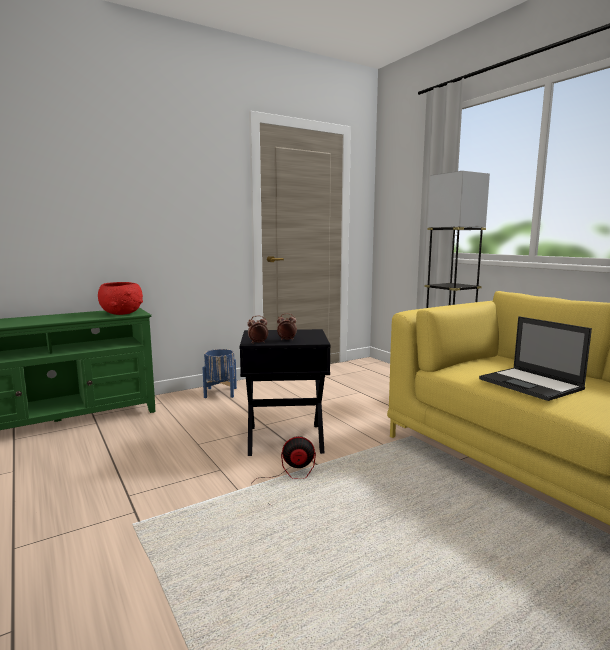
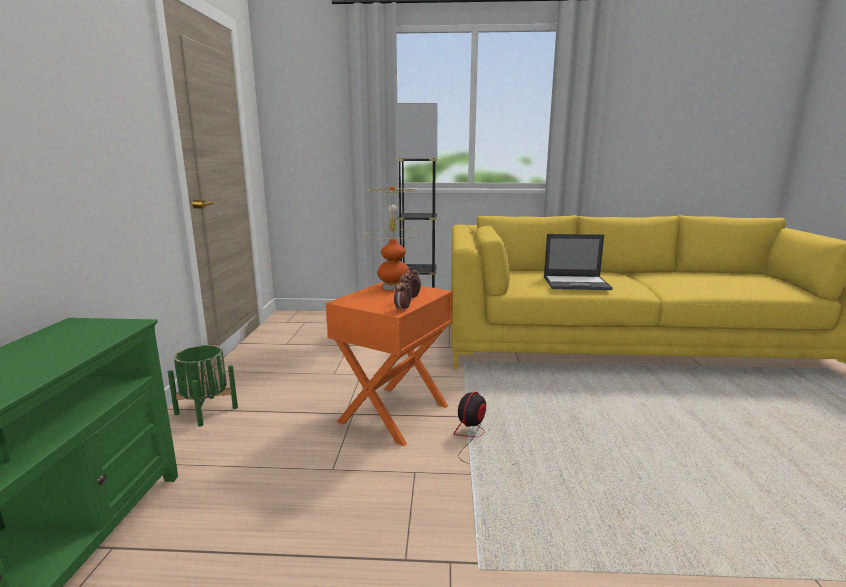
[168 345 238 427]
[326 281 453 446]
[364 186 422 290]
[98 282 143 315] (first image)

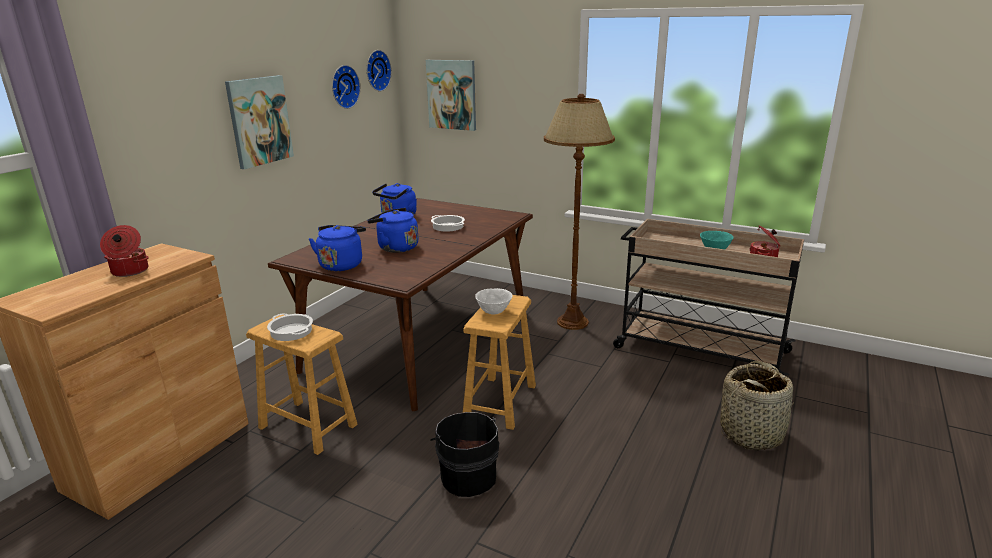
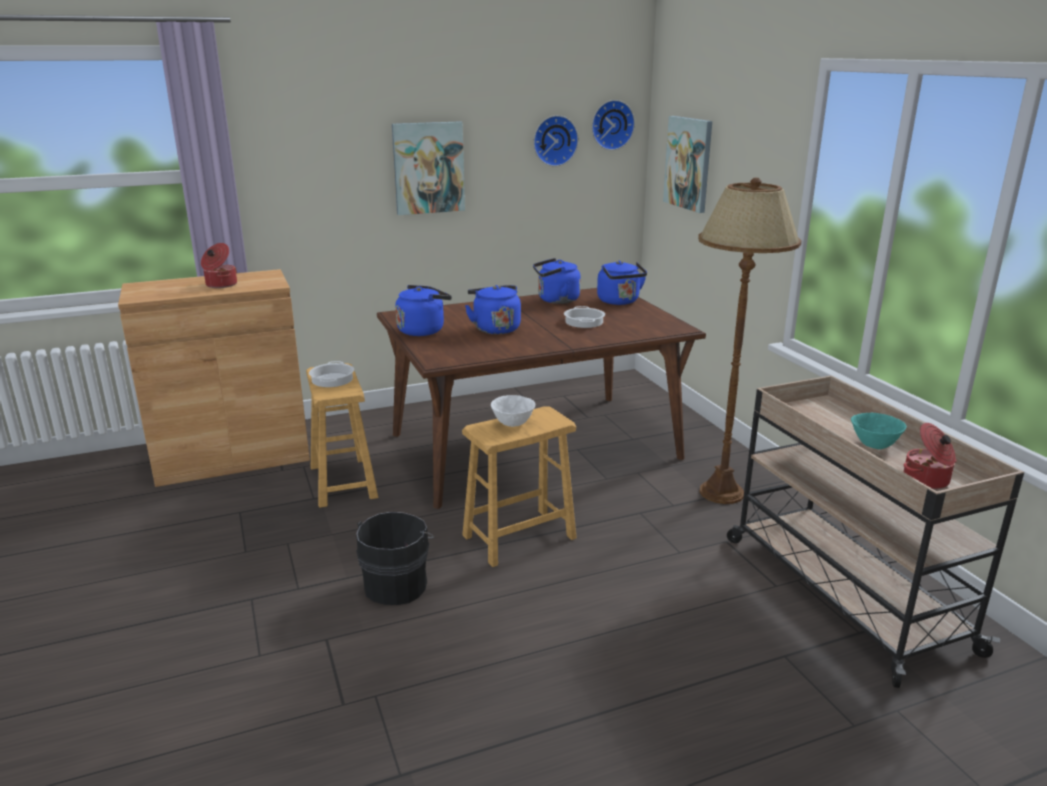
[597 261 647 305]
[720 361 794 451] (first image)

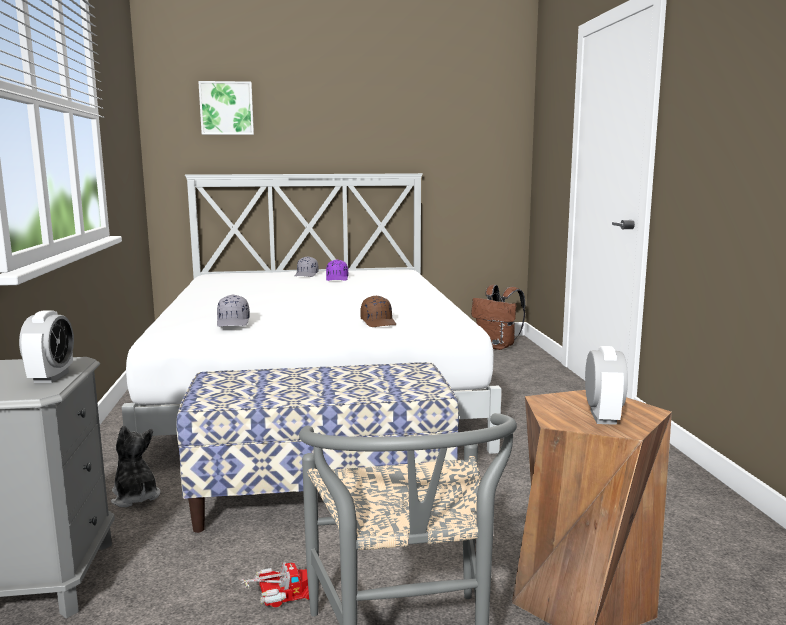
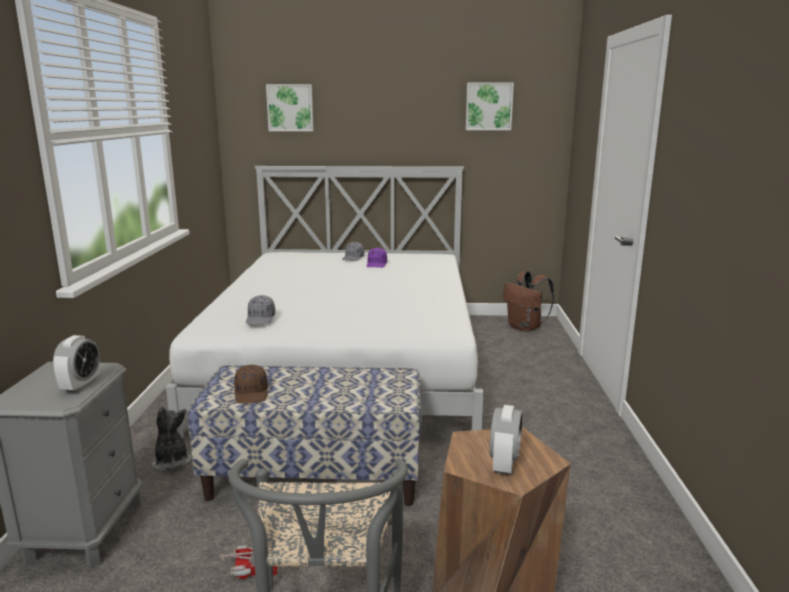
[234 365 268 404]
[466 83 514 130]

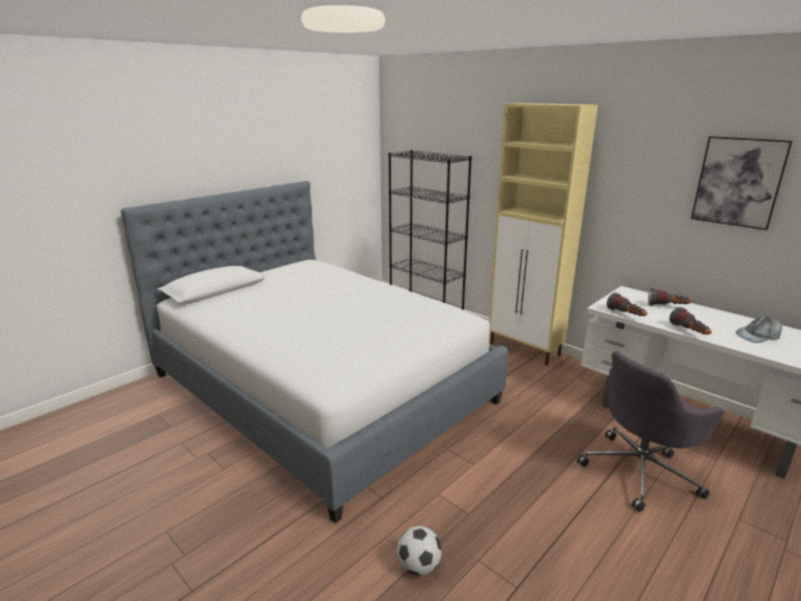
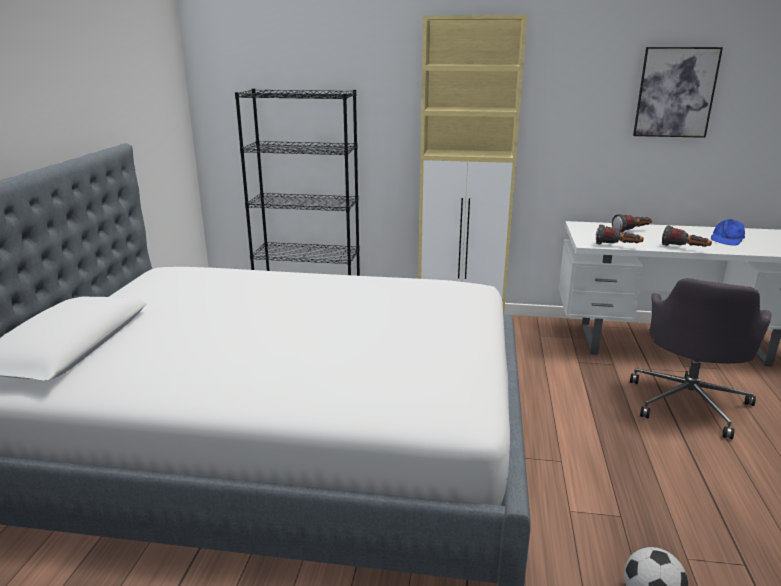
[711 219 745 246]

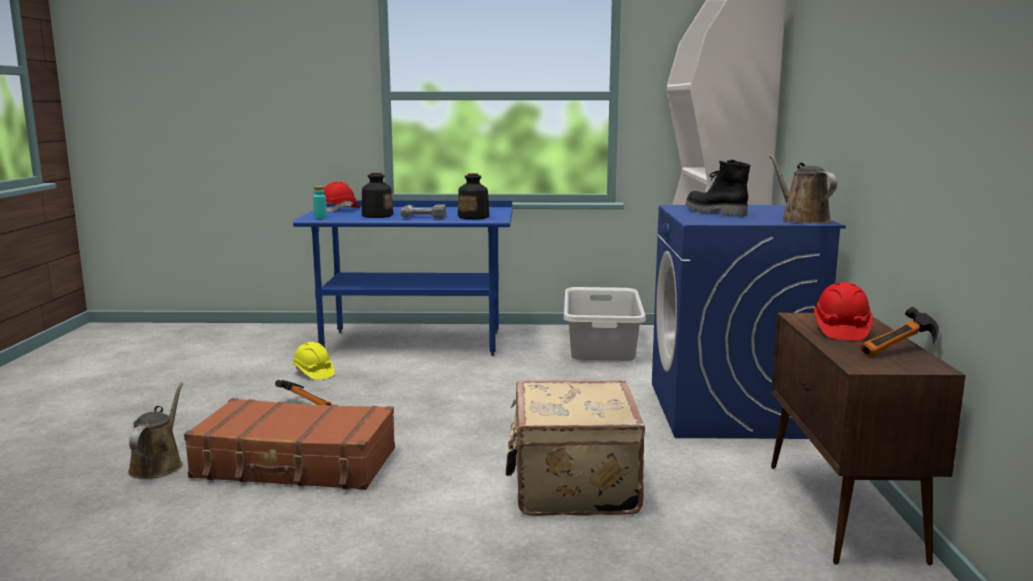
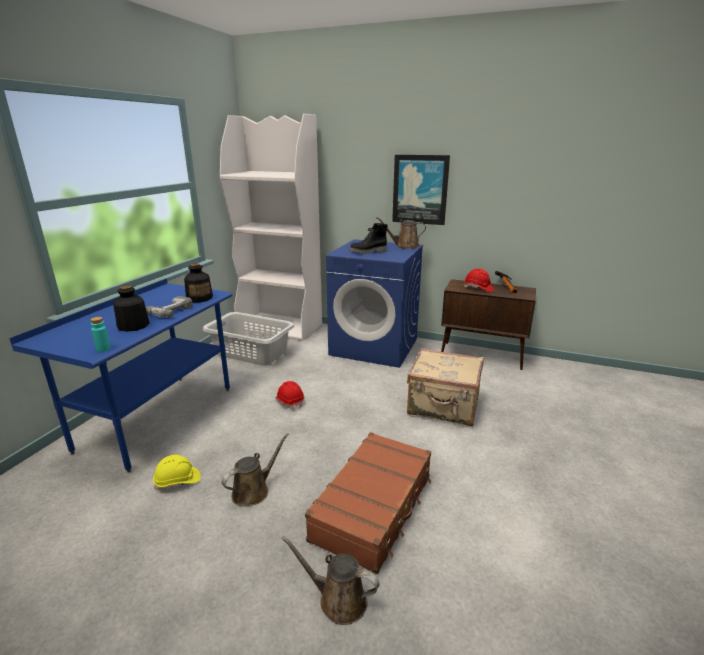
[222 433 289 507]
[276 381 304 410]
[392 155 450 225]

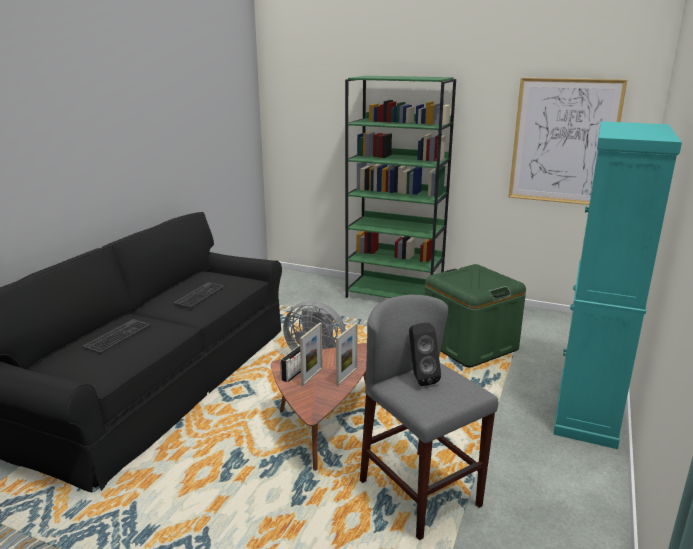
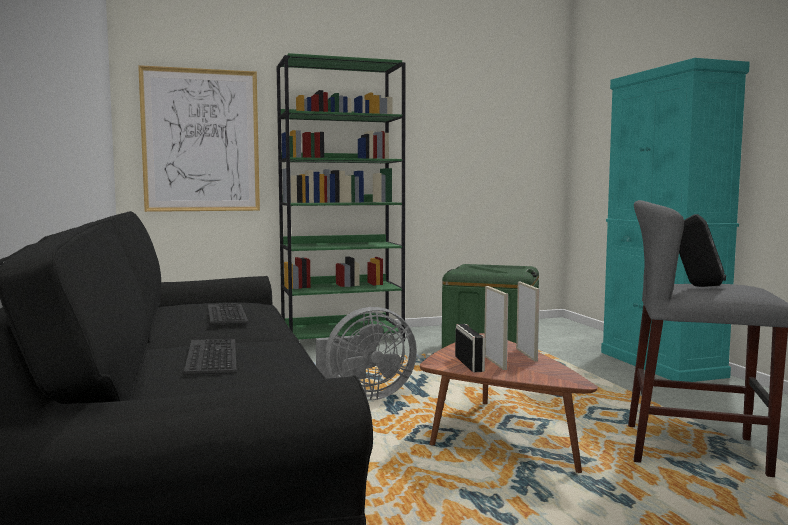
[138 65 260 212]

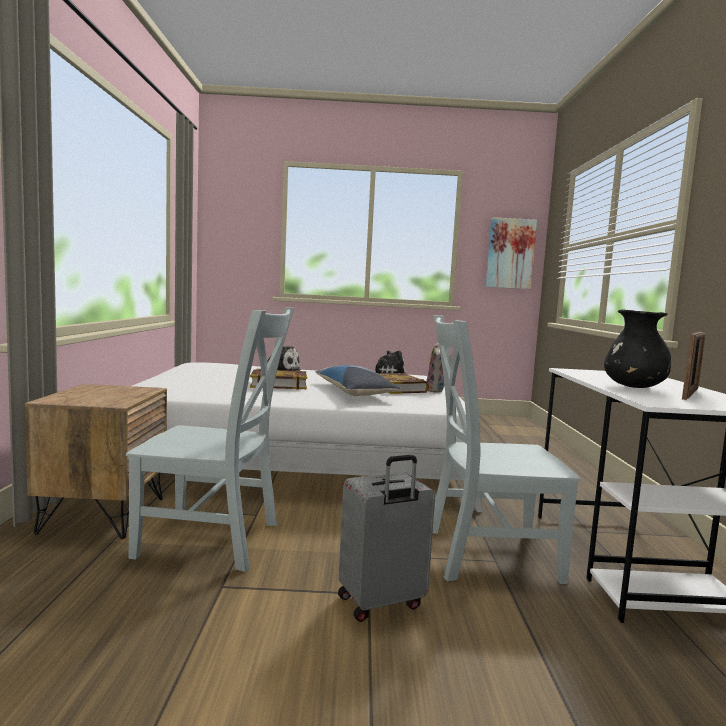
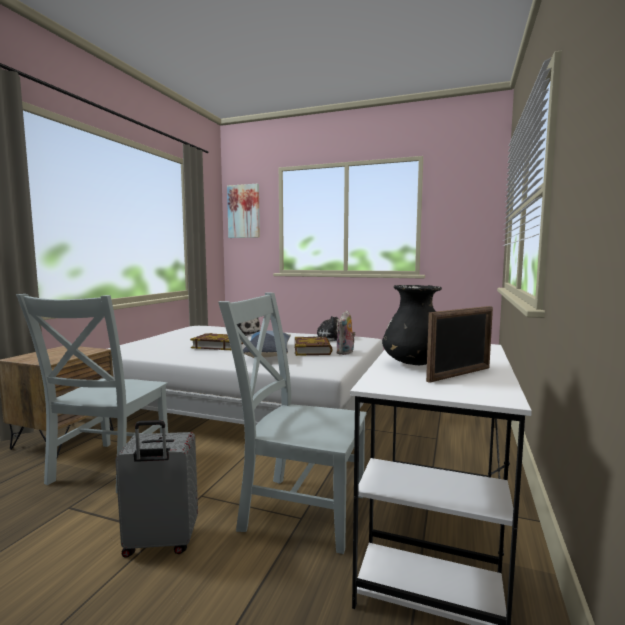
[16 294 168 493]
[227 184 260 238]

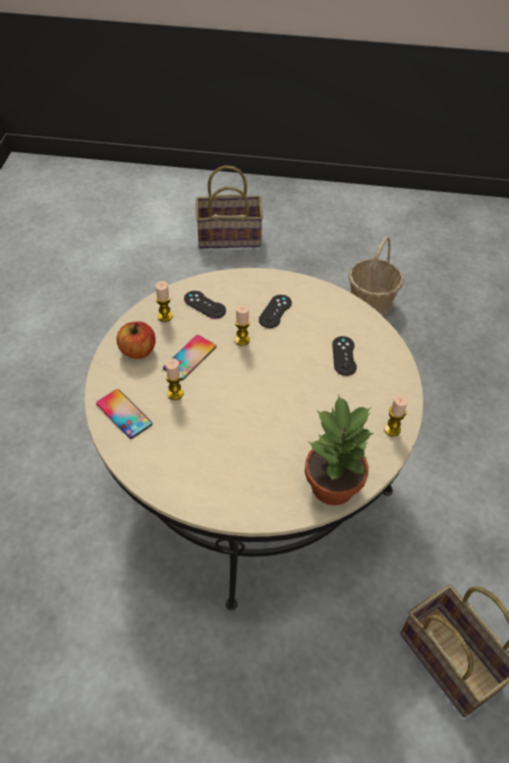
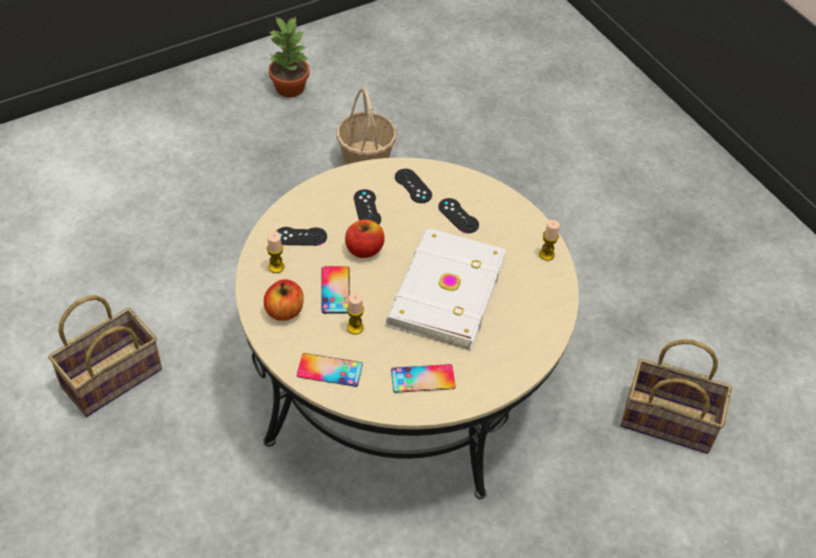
[48 295 162 417]
[269 16 310 97]
[345 220 385 258]
[386 228 506 351]
[391 364 456 393]
[395 169 432 203]

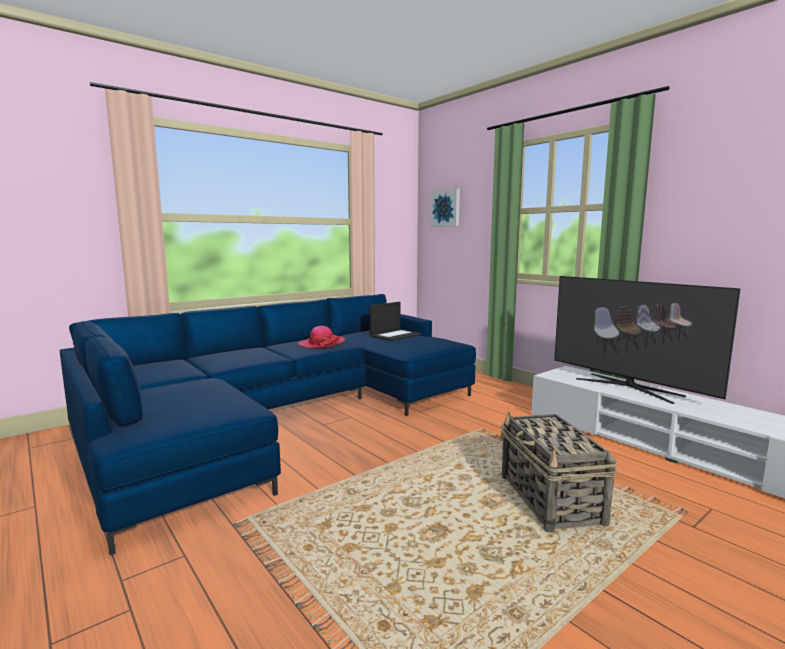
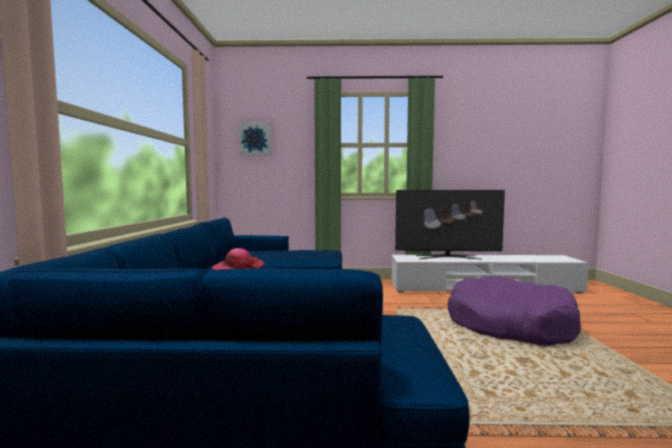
[447 276 581 346]
[370 302 422 341] (first image)

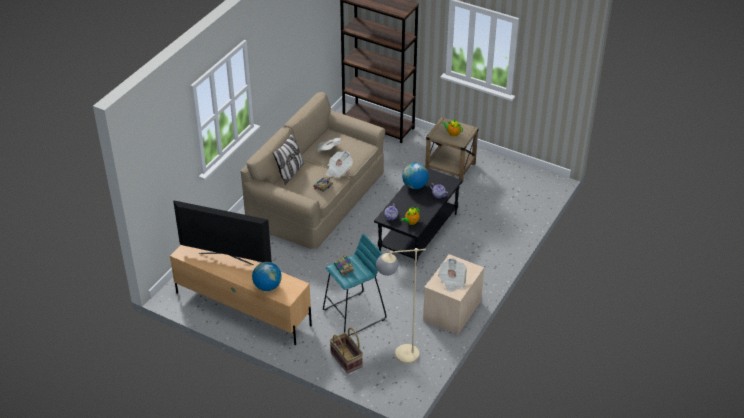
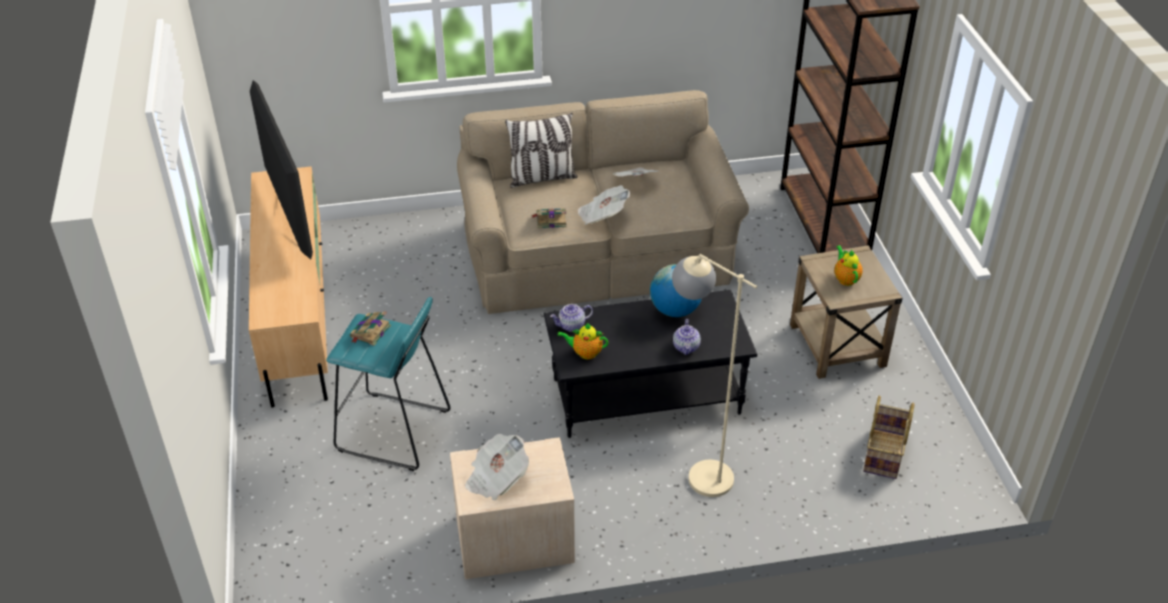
[672 254 757 497]
[863 395 914 479]
[252 262 282 291] (first image)

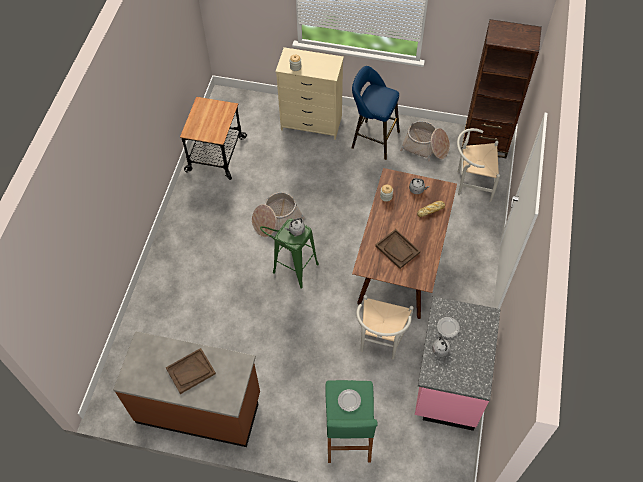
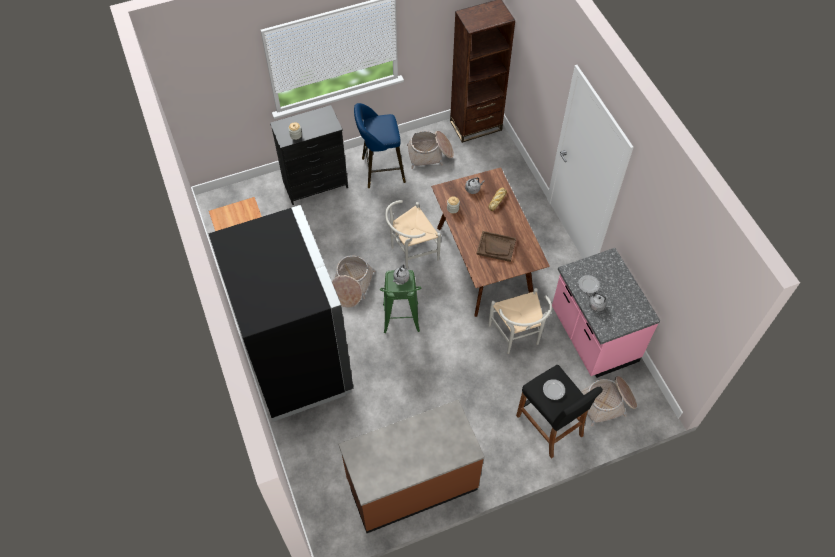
[208 205 353 422]
[270 105 348 205]
[385 200 441 270]
[516 365 603 459]
[581 376 637 426]
[166 348 216 394] (first image)

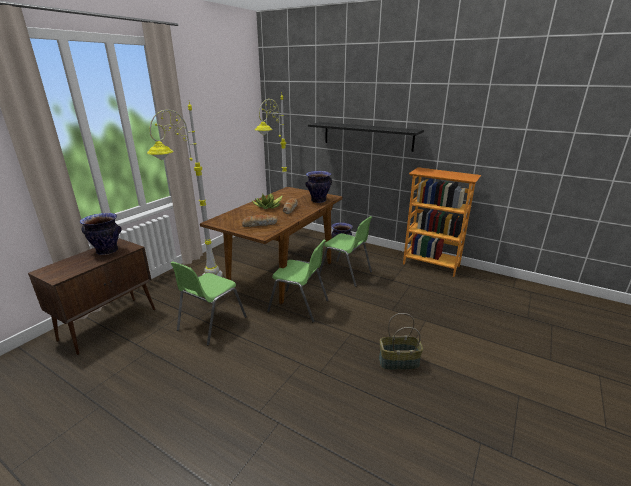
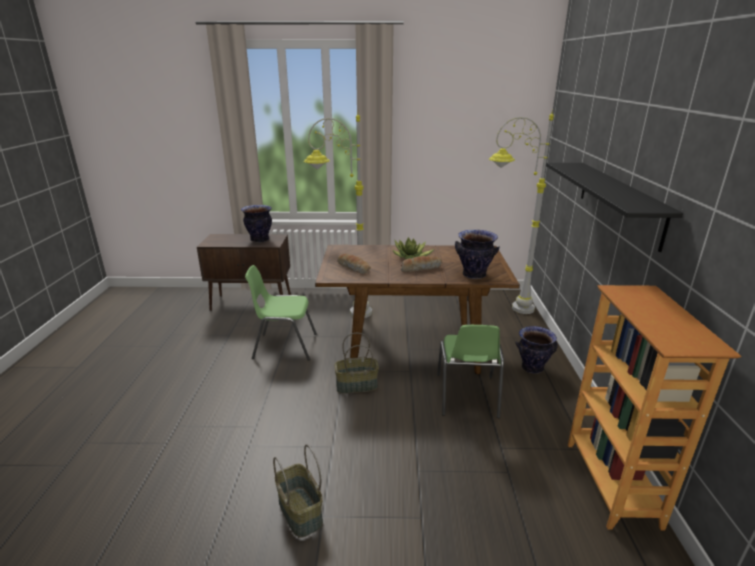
[334 333 379 394]

